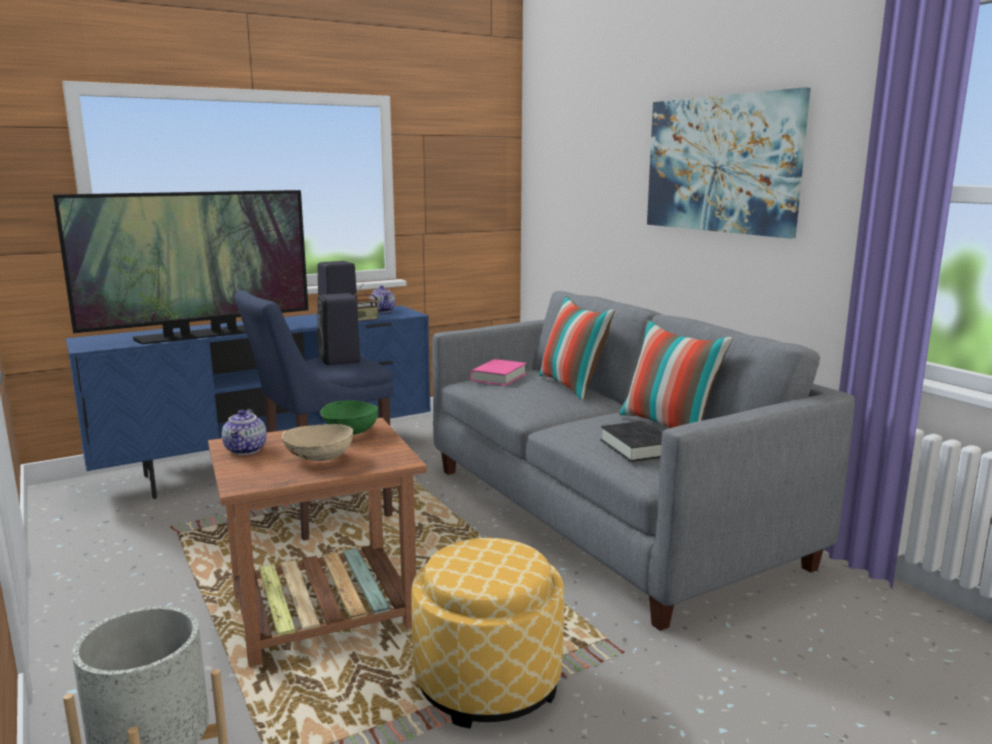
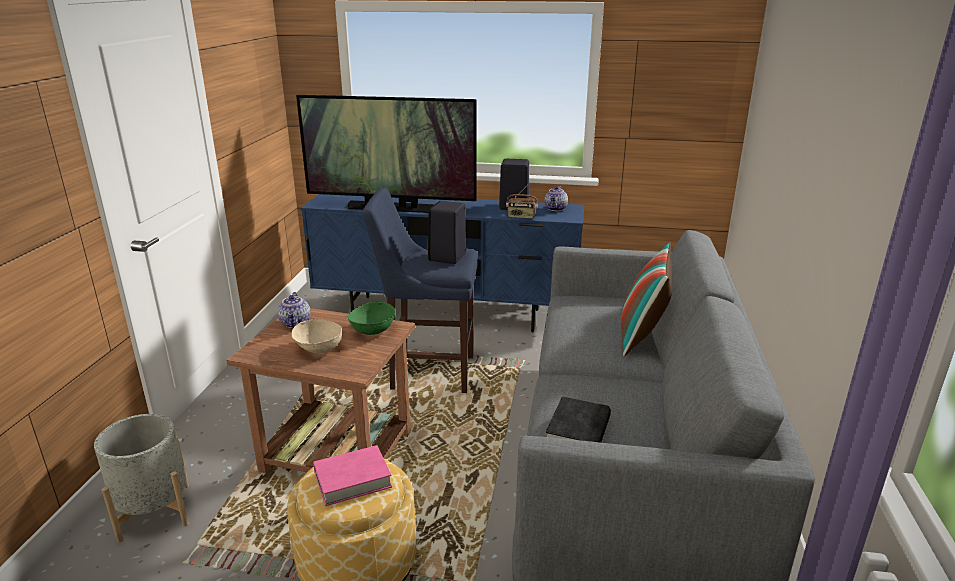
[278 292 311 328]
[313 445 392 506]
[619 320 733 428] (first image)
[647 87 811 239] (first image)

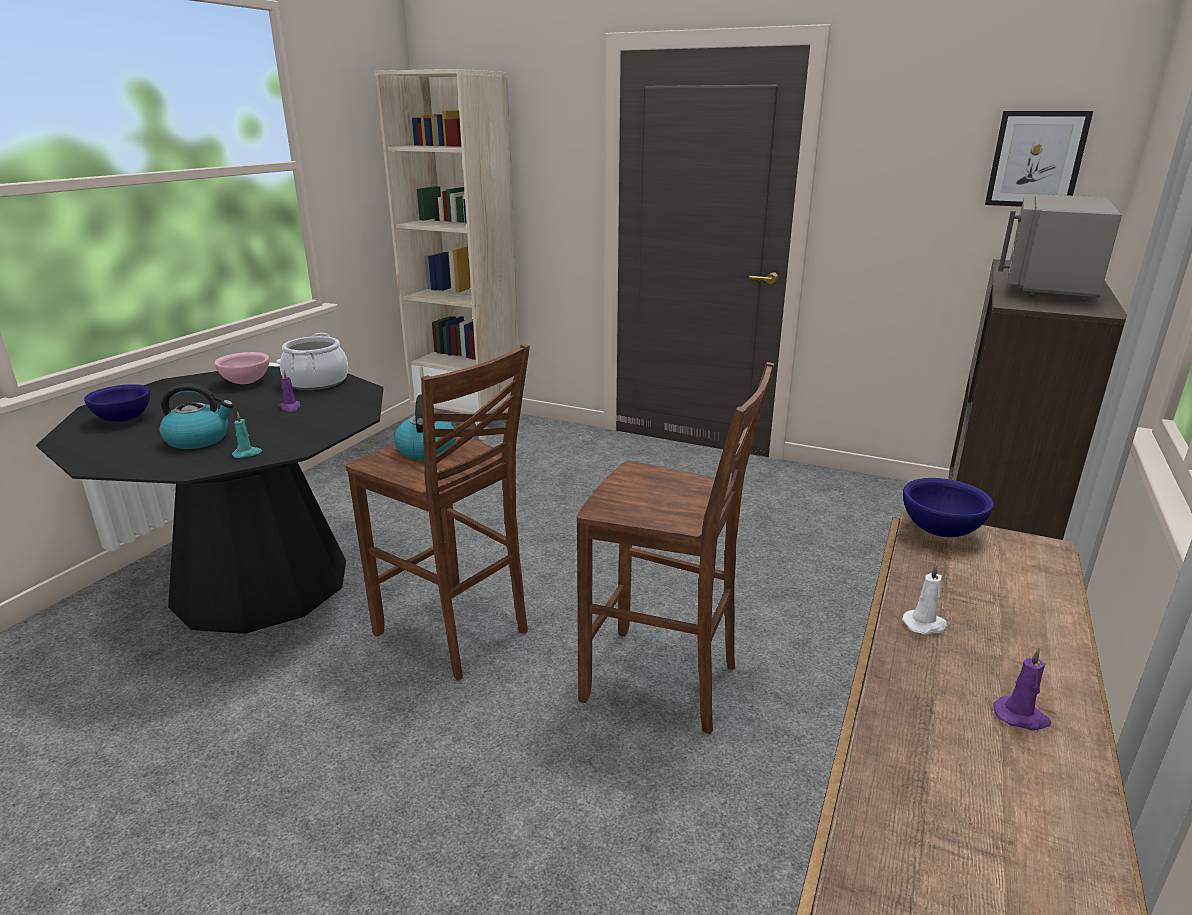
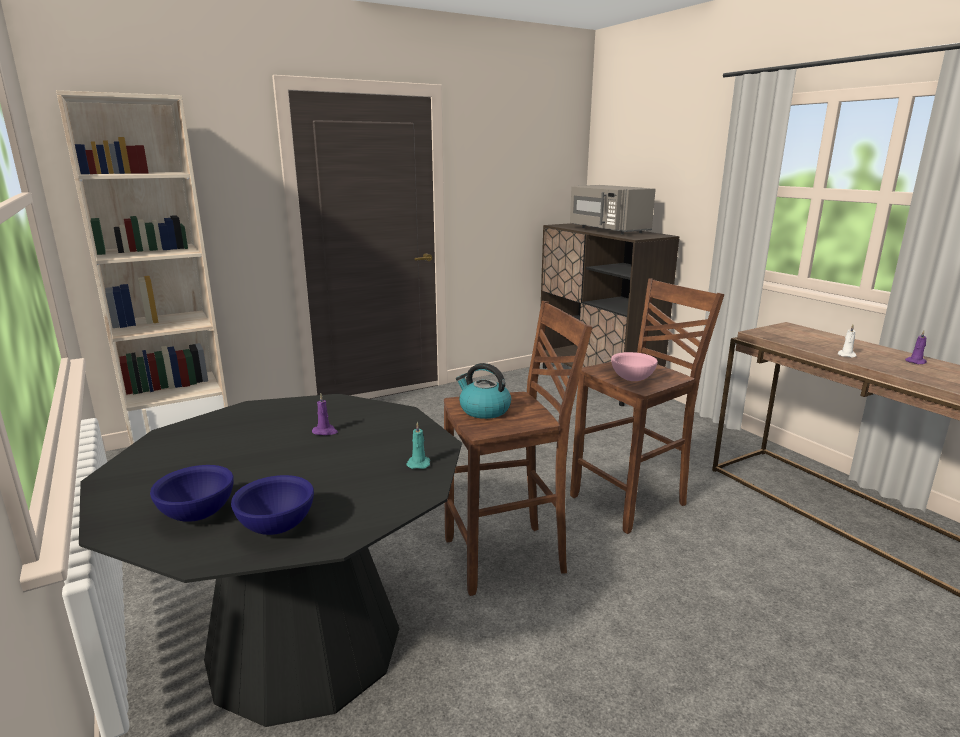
[231 475 314 535]
[611 352 658 381]
[159 384 233 449] (first image)
[280 333 348 390] (first image)
[985 111 1093 207] (first image)

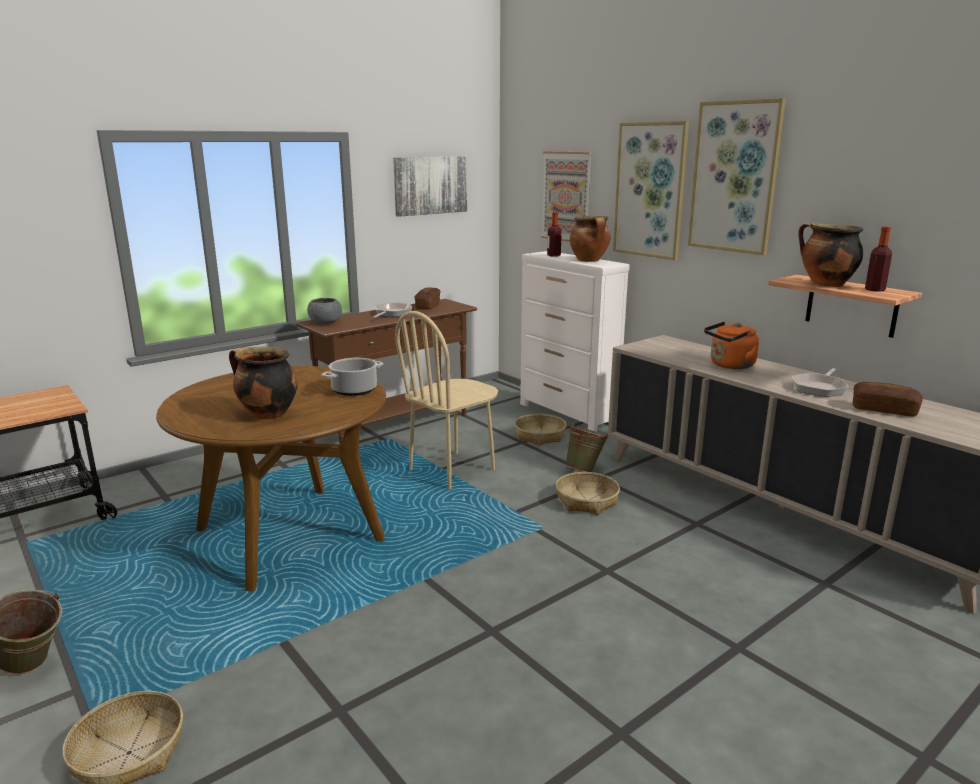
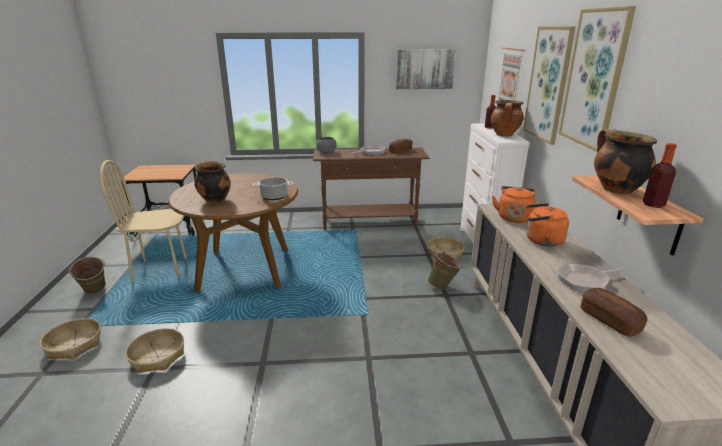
[100 160 187 282]
[126 328 184 373]
[492 186 535 223]

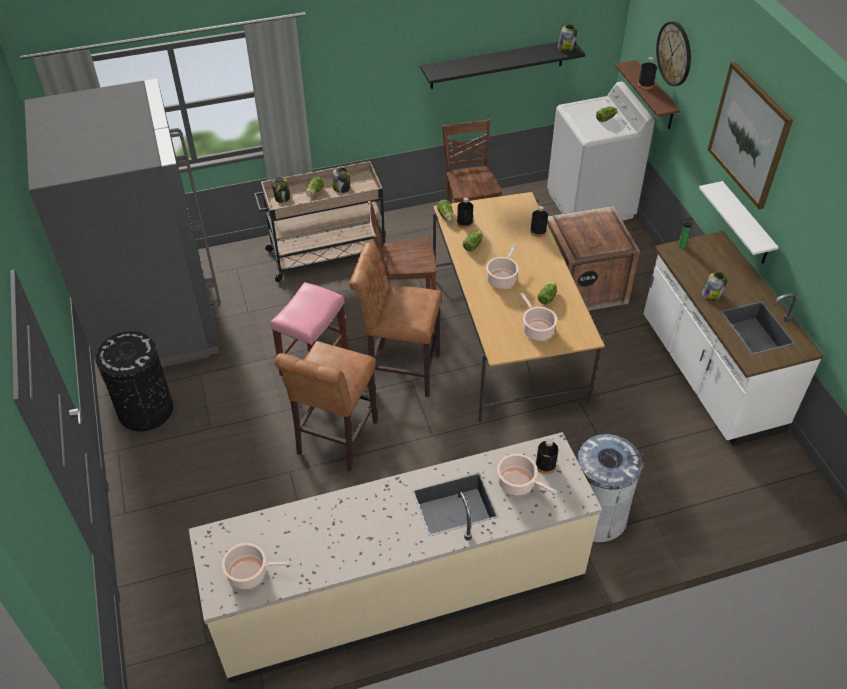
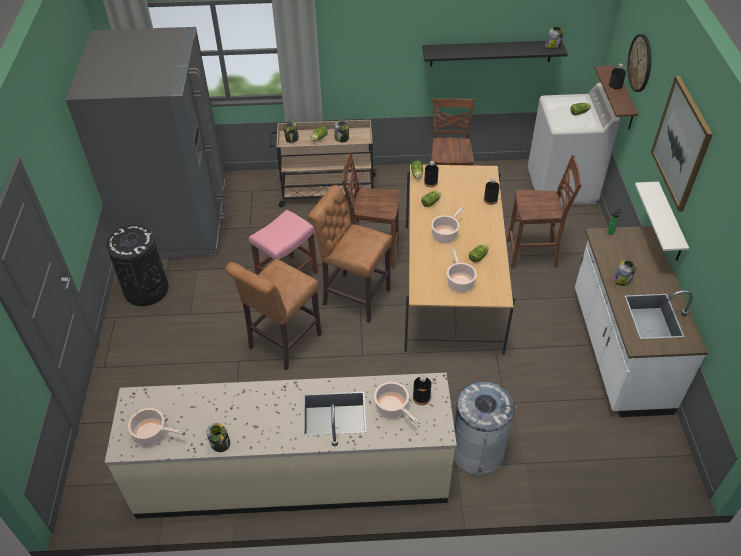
[207 423 230 452]
[507 155 582 268]

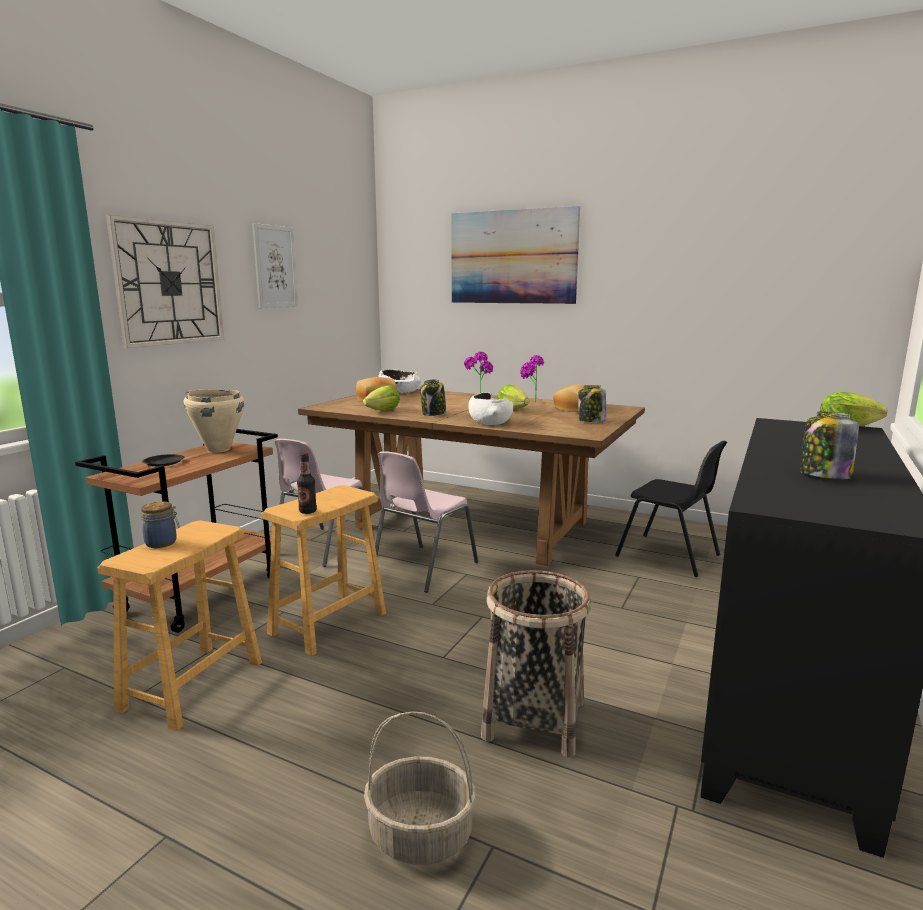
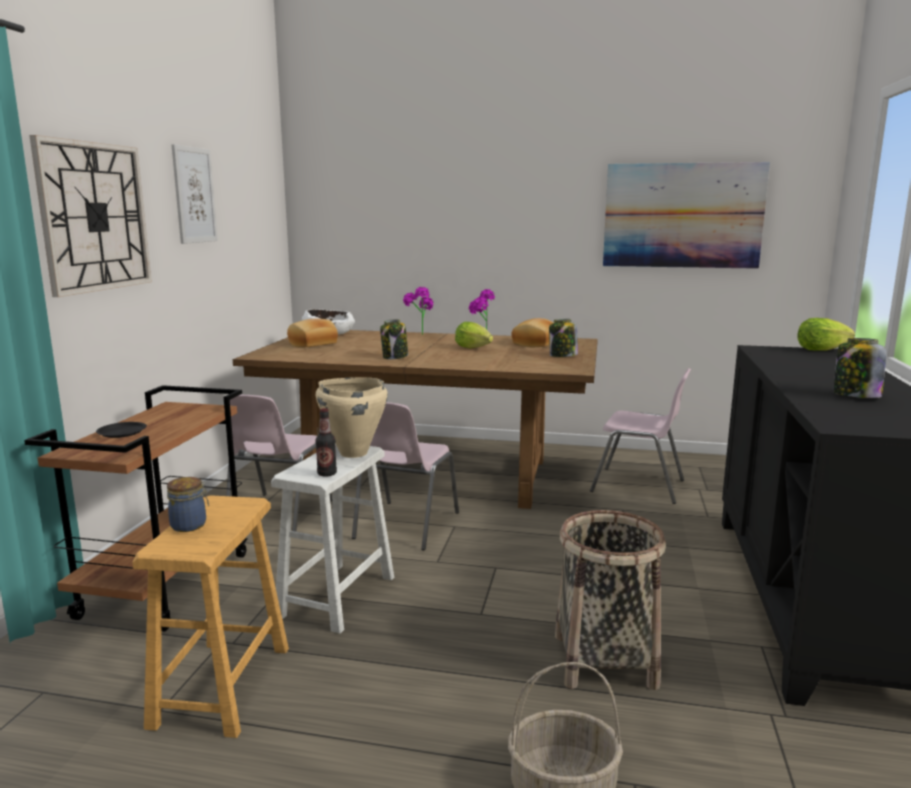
[271 444 394 634]
[316 377 388 458]
[590 368 691 504]
[603 162 770 269]
[363 385 400 410] (first image)
[468 392 513 425] (first image)

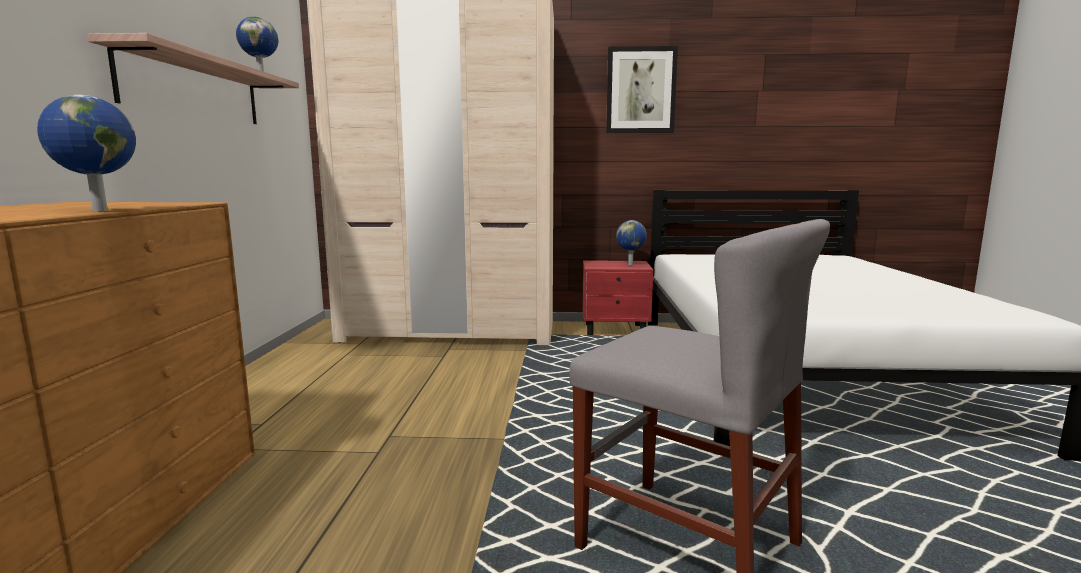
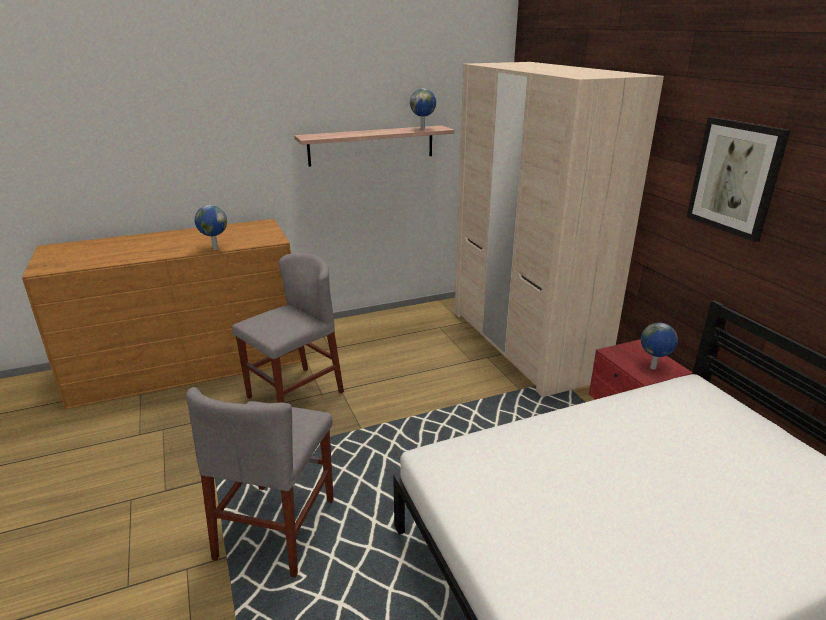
[232 253 344 403]

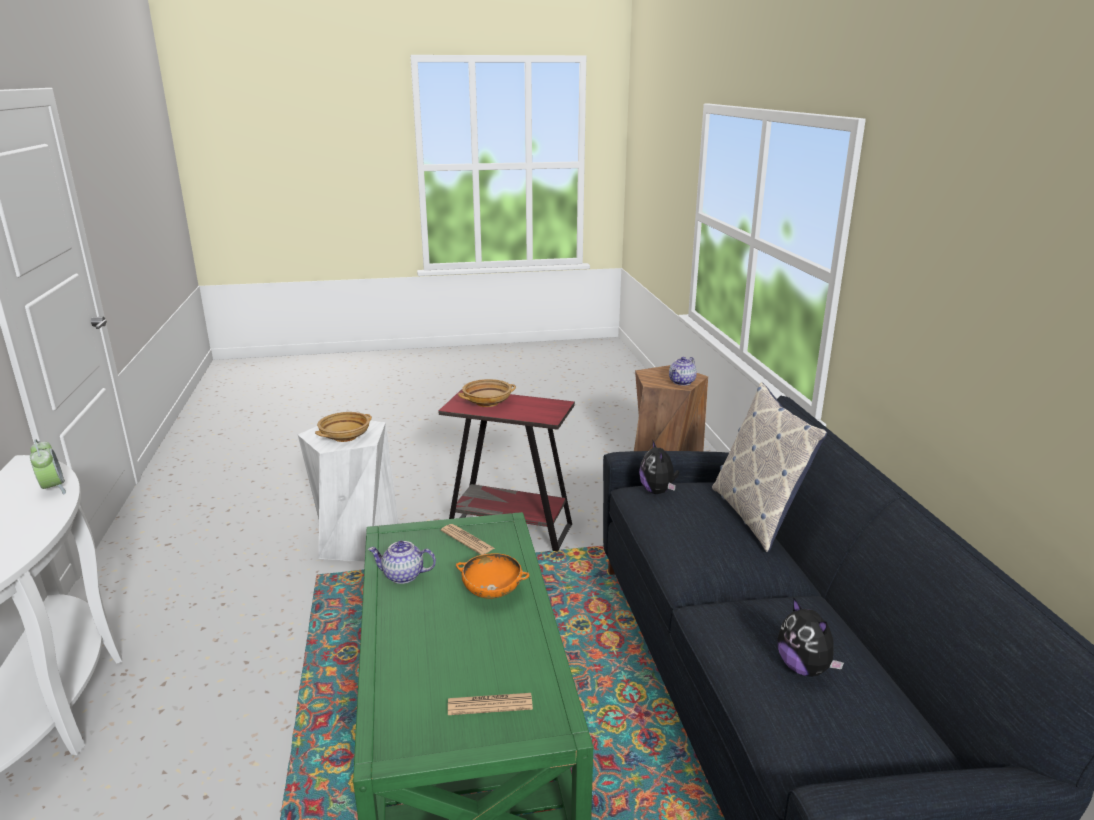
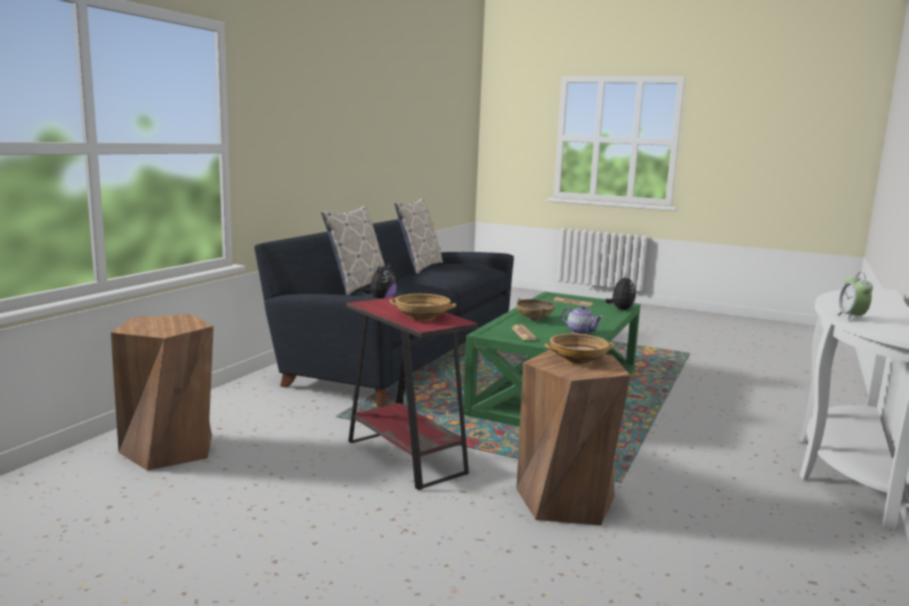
[394 198 443 274]
[516 299 555 321]
[516 349 630 526]
[605 274 636 310]
[669 357 697 386] (first image)

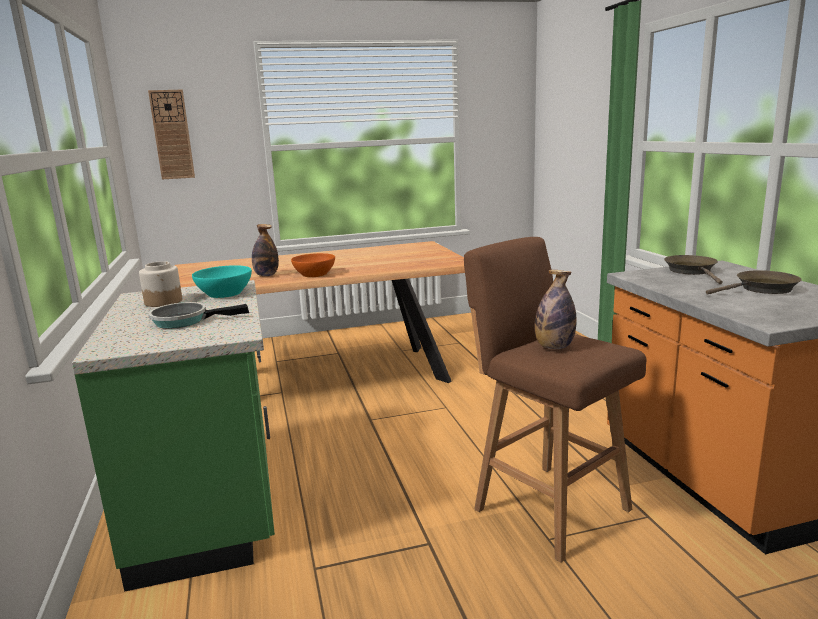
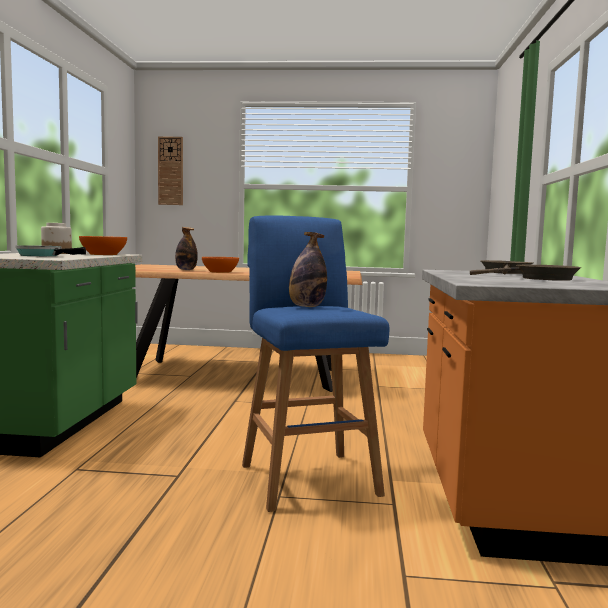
[79 236 127 255]
[242 216 390 512]

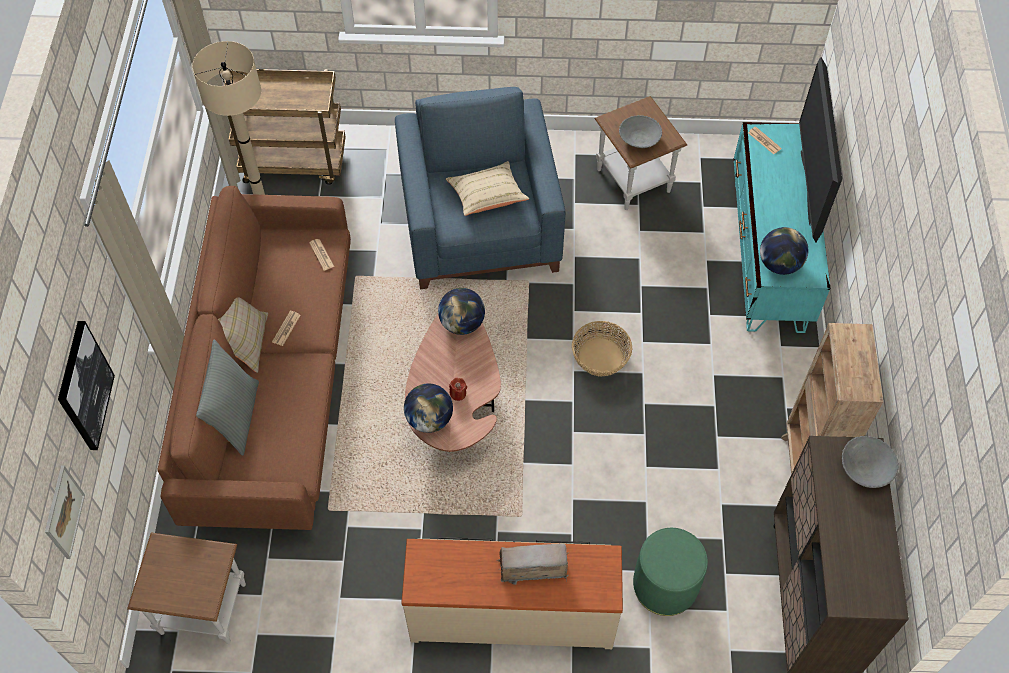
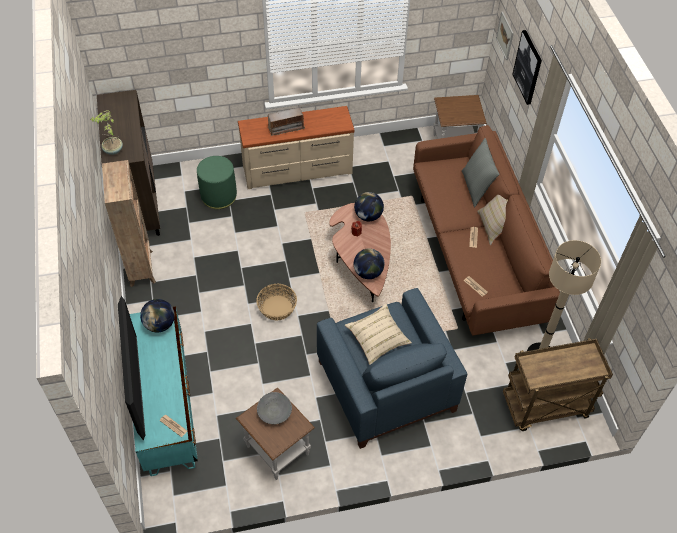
[90 110 123 155]

